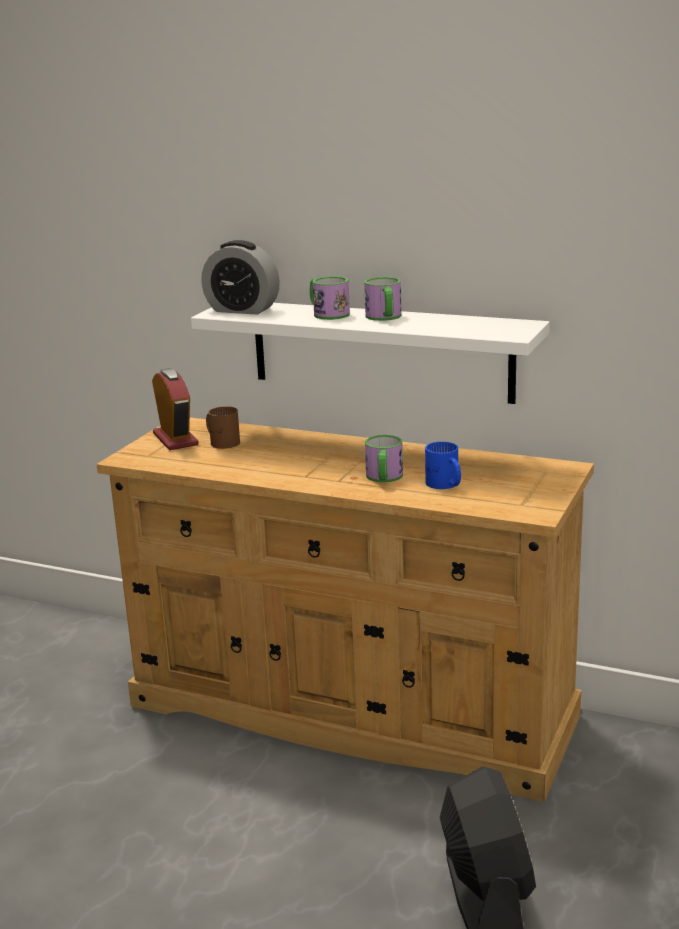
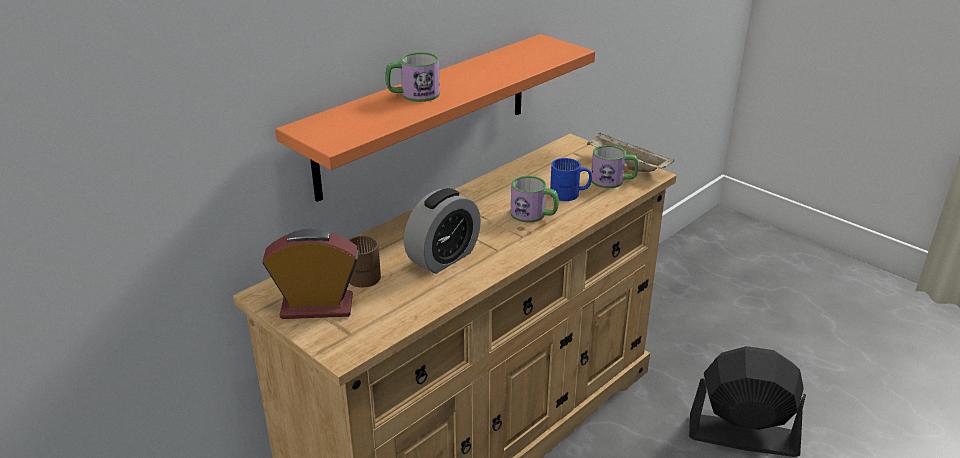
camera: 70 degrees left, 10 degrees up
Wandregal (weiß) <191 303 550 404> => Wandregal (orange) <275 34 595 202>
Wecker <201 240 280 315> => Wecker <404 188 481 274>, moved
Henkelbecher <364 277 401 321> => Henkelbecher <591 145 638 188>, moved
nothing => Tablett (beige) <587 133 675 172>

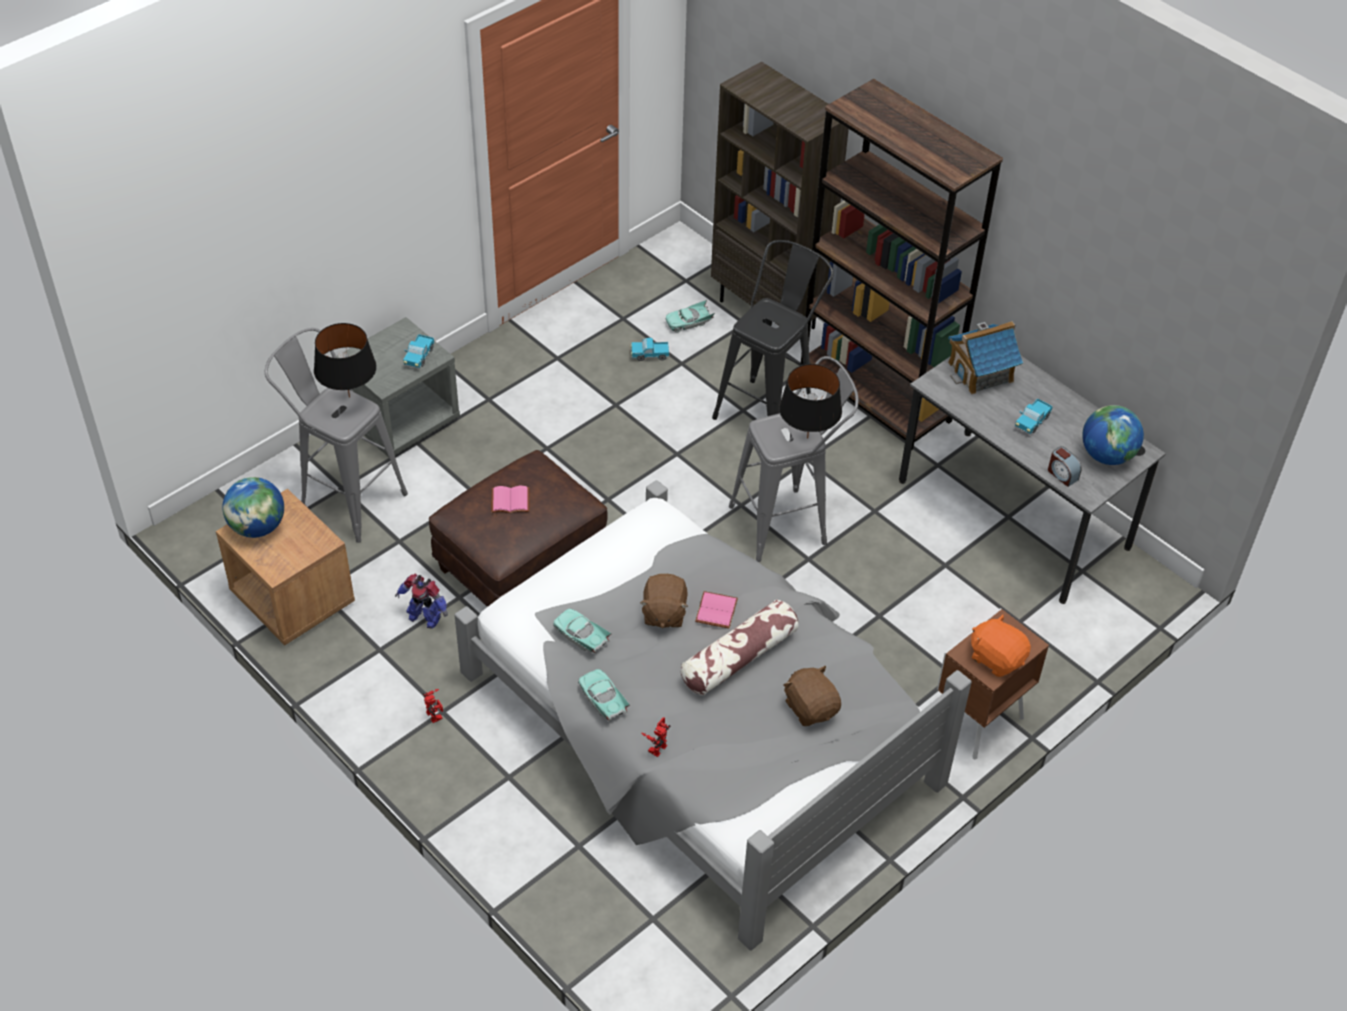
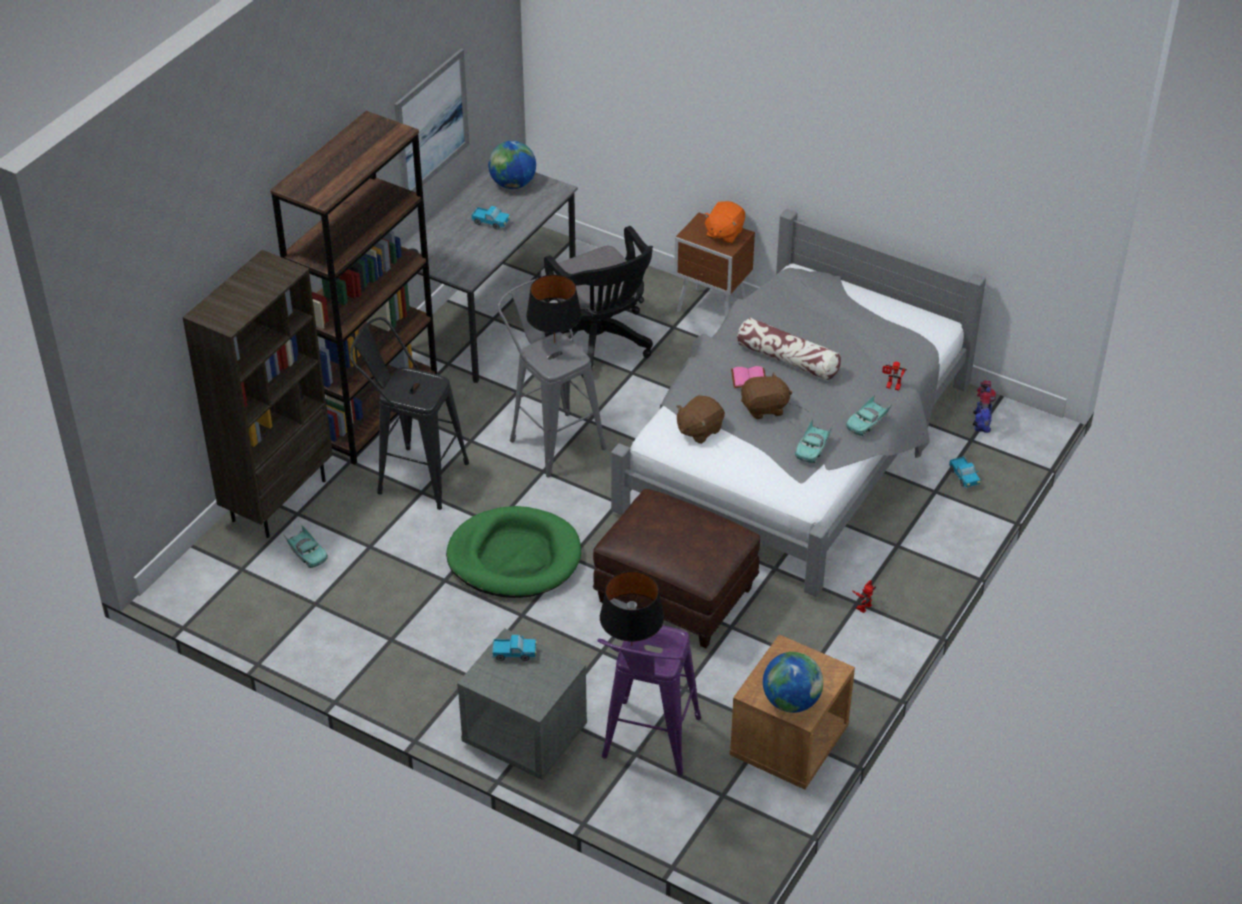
camera: 105 degrees left, 5 degrees down
Hocker (grau) <265 328 408 543> => Hocker (lila) <597 625 701 776>
Spielzeugroboter <395 574 448 629> => Spielzeugroboter <973 380 996 433>, moved
Buch (rosa) <491 486 530 513> => nothing
Spielzeuglaster <630 338 669 361> => Spielzeuglaster <949 456 980 488>, moved
Plüschtier (braun) <784 666 841 726> => Plüschtier (braun) <676 395 725 444>, moved
Spielzeughaus <948 321 1023 395> => nothing
Wecker <1048 446 1082 487> => nothing
nothing => Bild <394 48 469 192>
nothing => Hundebett (grün) <446 506 581 598>
nothing => Bürostuhl (schwarz) <538 226 653 377>

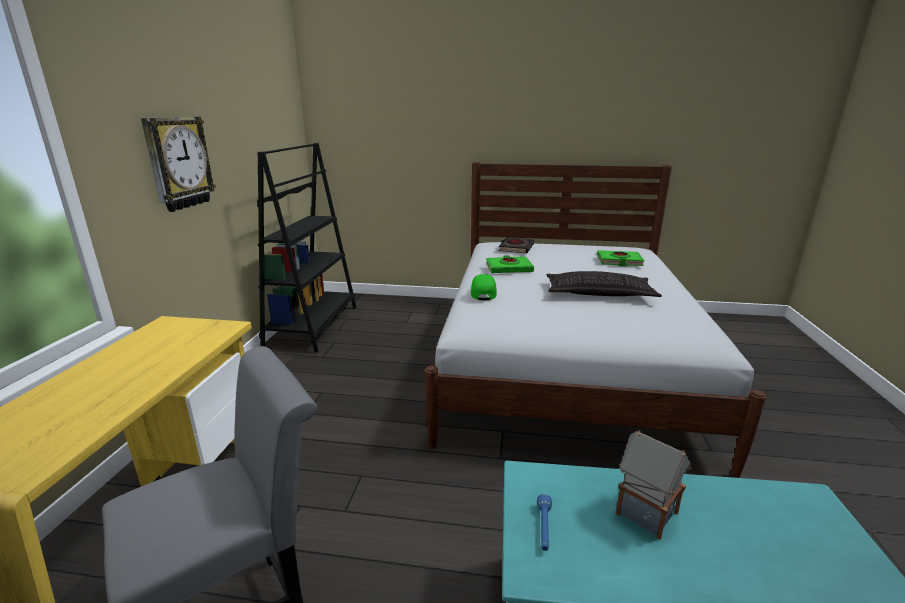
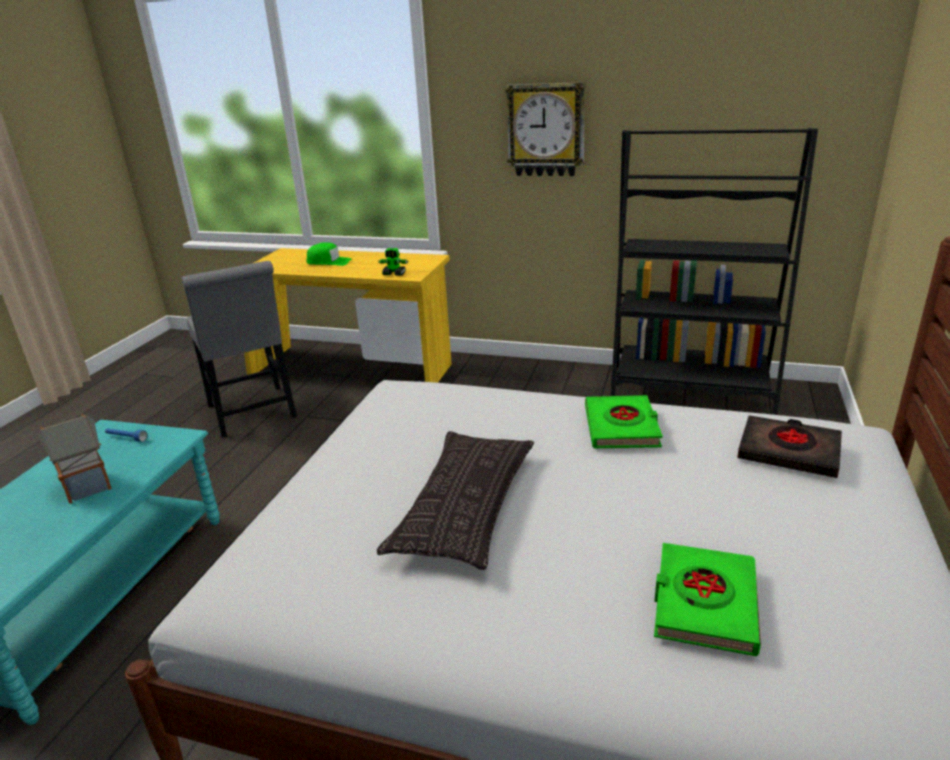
camera: 100 degrees right, 5 degrees up
Kappe (grün) <471 274 497 300> => Kappe (grün) <306 242 352 266>, moved
nothing => Spielzeugroboter <378 248 409 276>

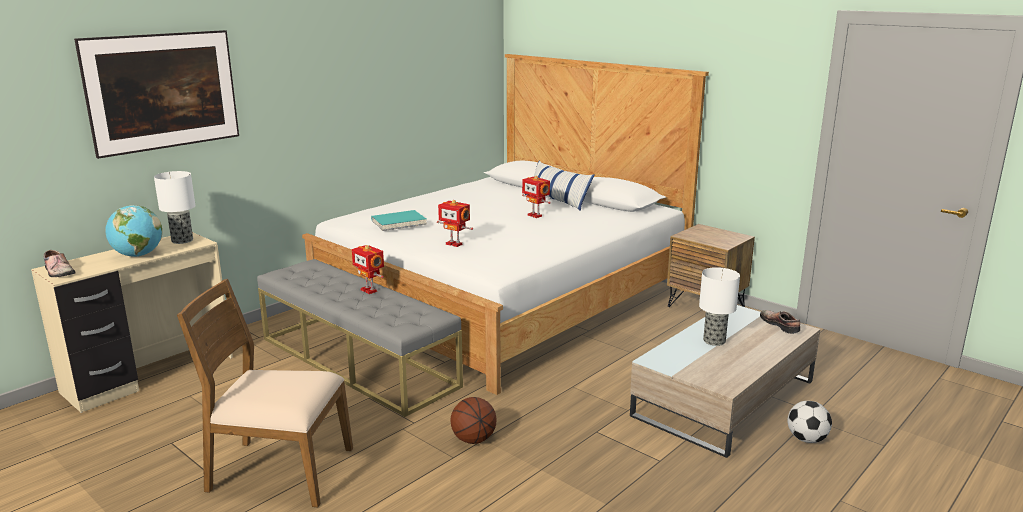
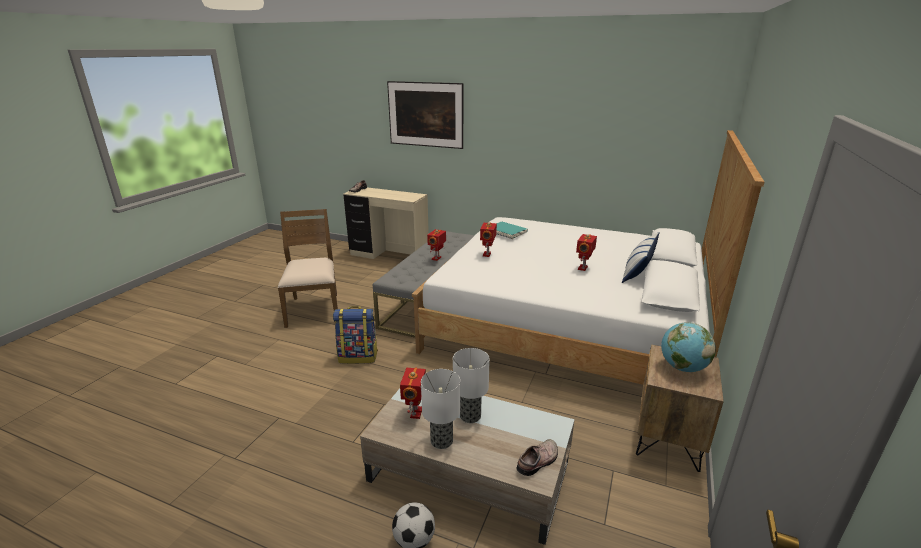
camera: 70 degrees right, 5 degrees up
Globus <105 205 162 257> => Globus <661 322 716 372>, moved
Tischlampe <154 171 196 244> => Tischlampe <421 369 460 449>, moved
Basketball <450 397 496 444> => Rucksack <333 306 378 364>
nothing => Spielzeugroboter <400 368 426 419>

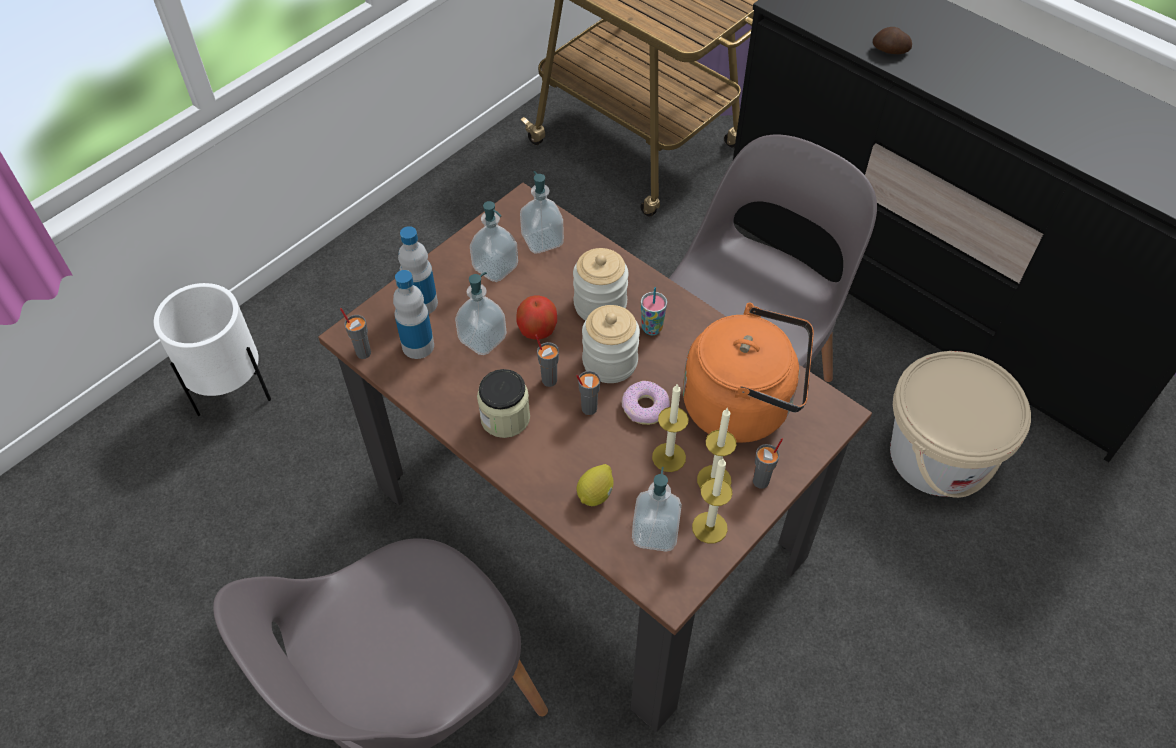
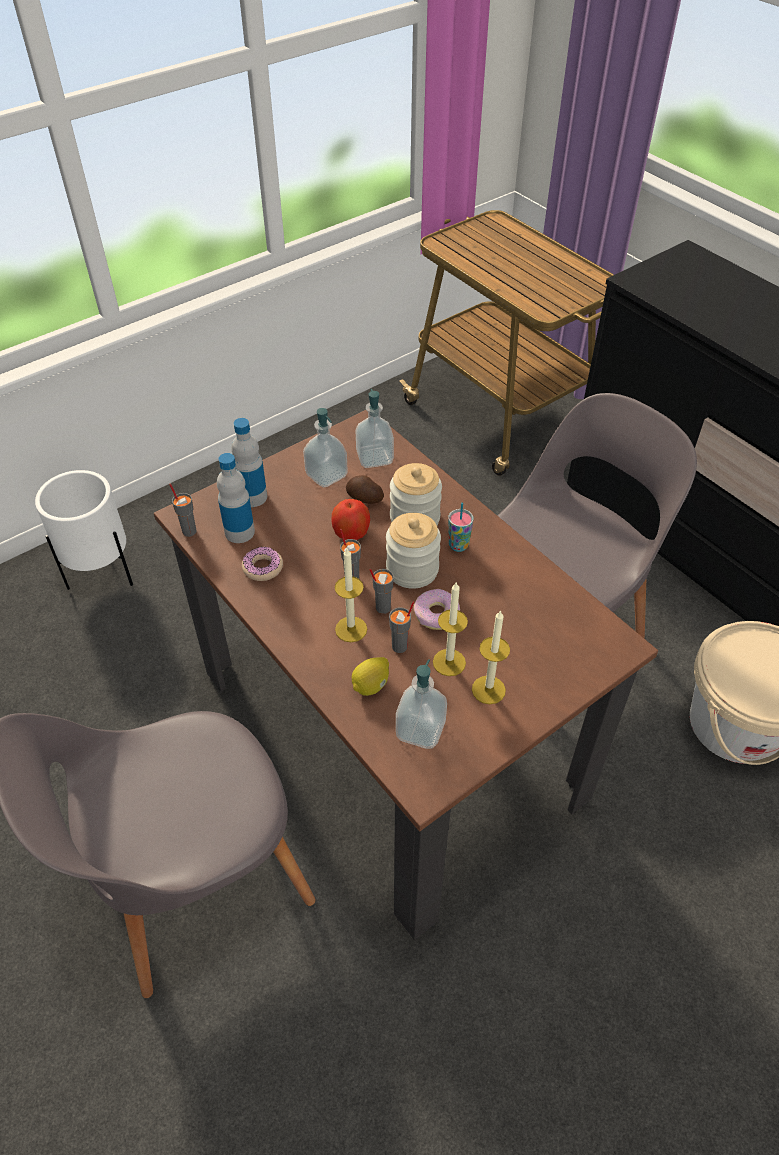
camera: 10 degrees right, 5 degrees down
Seifenspender <455 272 507 355> => nothing
Vorratsglas <477 369 530 438> => nothing
Wasserkessel (orange) <683 303 814 443> => nothing
Kerze <692 458 733 544> => Kerze <335 548 367 642>, moved
Tasse (grau) <753 438 783 489> => Tasse (grau) <389 601 414 653>, moved
Kartoffel <873 27 912 54> => Kartoffel <346 475 384 504>, moved
nothing => Donut <242 547 283 581>

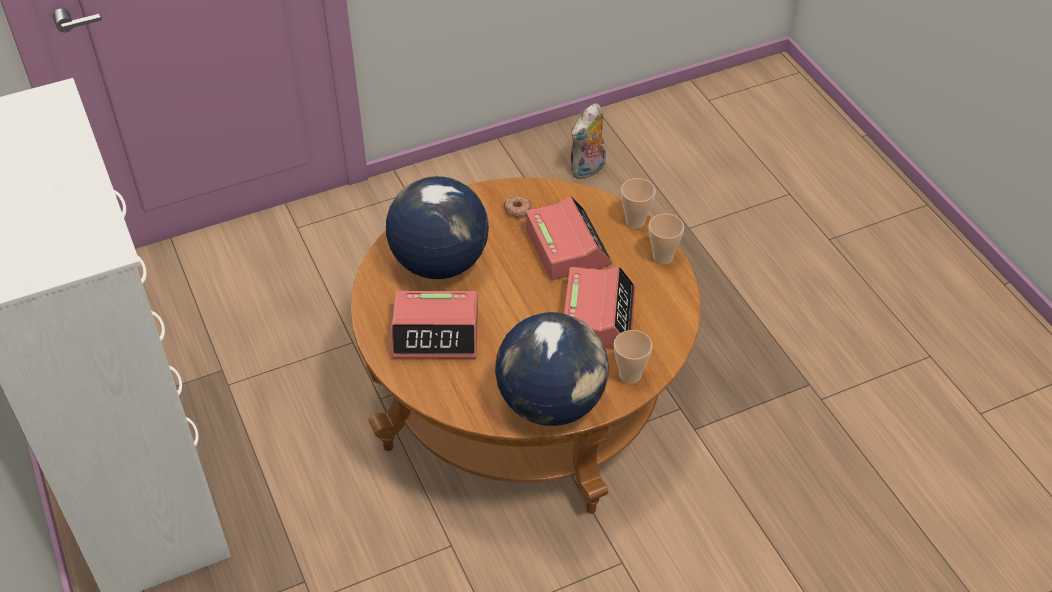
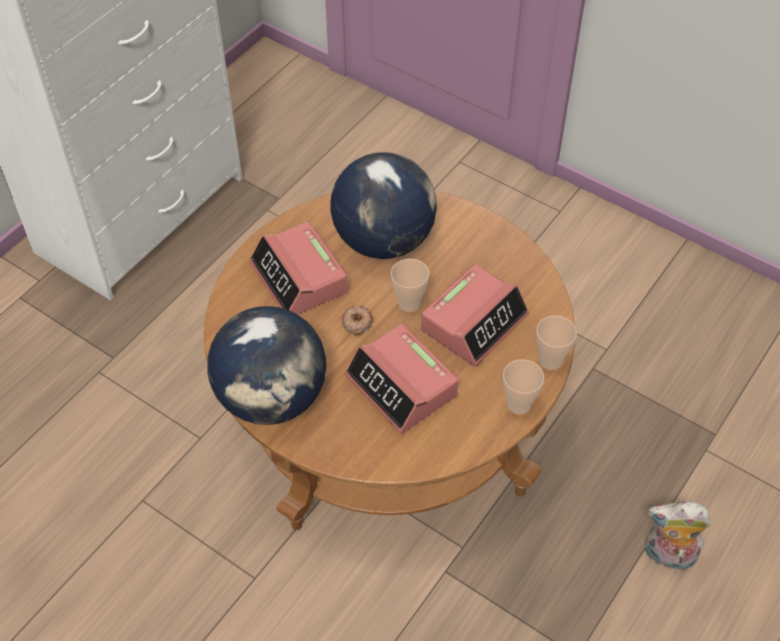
camera: 60 degrees right, 5 degrees up
Donut <503 195 532 218> => Donut <341 305 373 335>, moved
Wecker <564 266 635 349> => Wecker <345 324 458 434>, 75 degrees clockwise
Plüschtier <570 103 606 180> => Plüschtier <645 501 711 570>, moved
Tasse <614 330 653 384> => Tasse <391 259 429 312>, moved

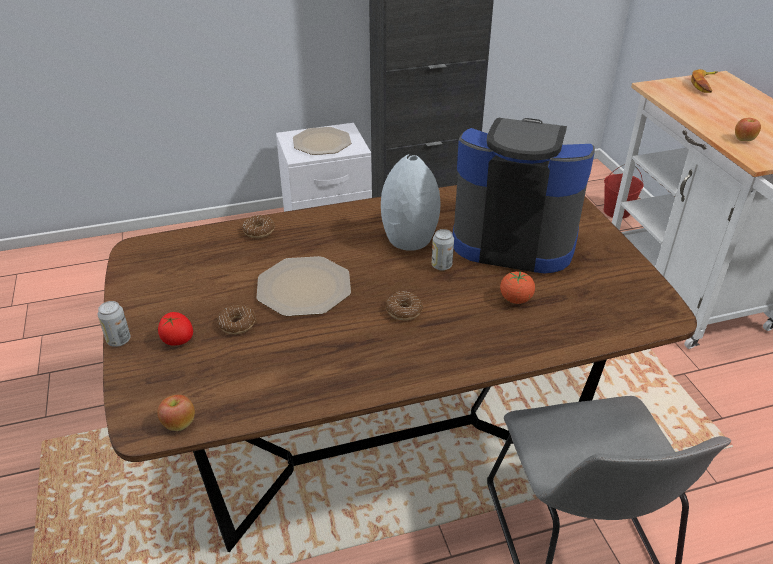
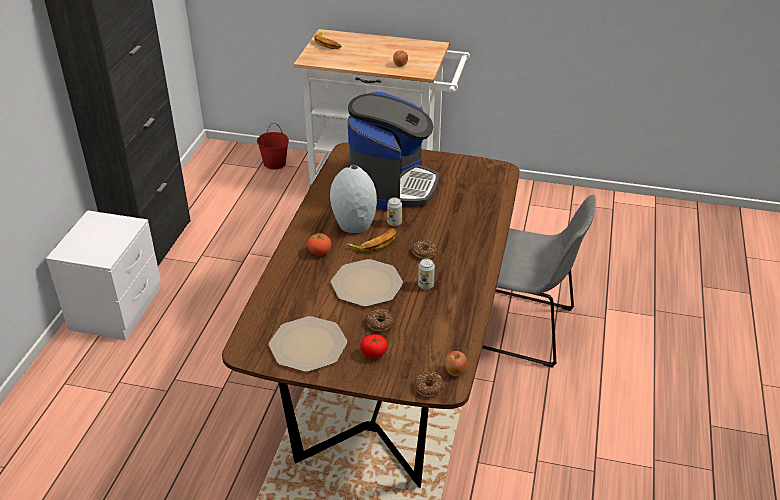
camera: 60 degrees left, 0 degrees up
Dose <97 301 131 347> => Dose <418 259 435 289>, moved
Donut <242 215 275 238> => Donut <414 372 444 397>, moved
Teller <293 127 351 155> => Teller <269 316 347 372>, moved
Kaffeemaschine <453 118 595 274> => Kaffeemaschine <348 92 439 211>, 150 degrees clockwise
Tomate <500 271 535 304> => Tomate <308 233 331 256>, moved
nothing => Banane <347 228 397 252>

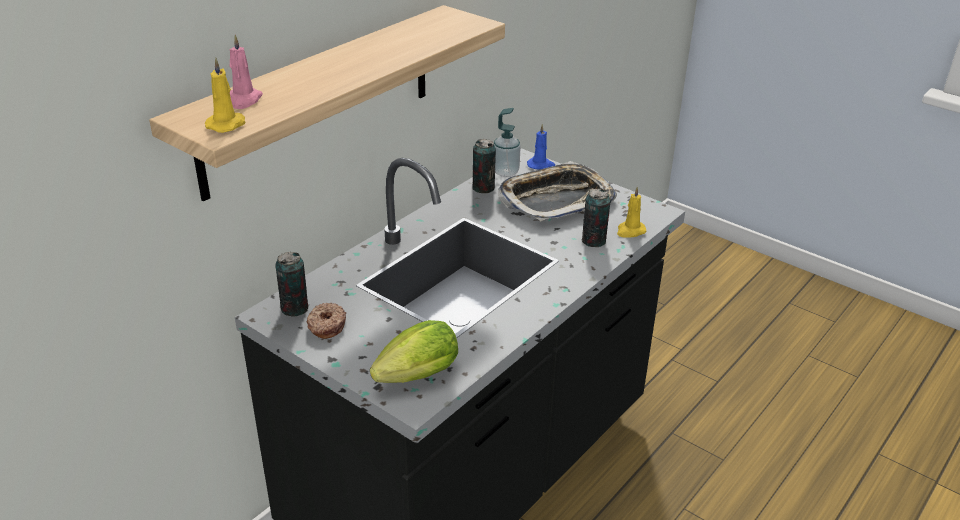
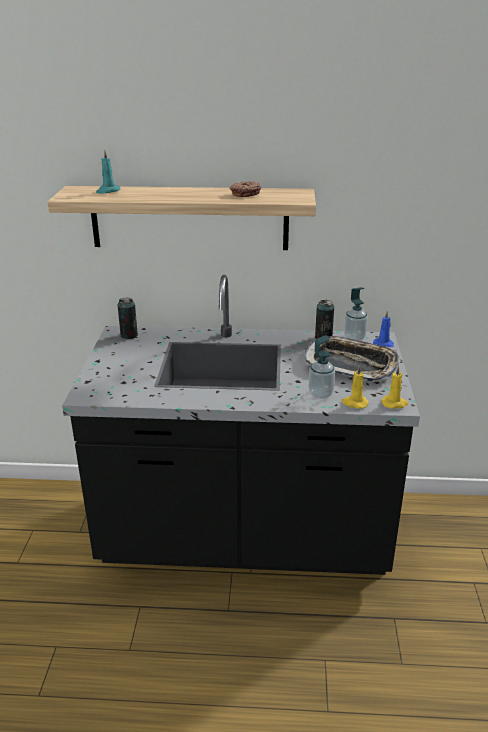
camera: 55 degrees right, 5 degrees down
Kerze (gelb) <205 58 245 133> => Kerze (gelb) <381 366 408 409>, moved
Kerze (rosa) <229 35 263 109> => Kerze (türkis) <96 150 120 194>
Donut <307 303 346 339> => Donut <230 181 261 197>, moved
Salatkopf <370 320 458 383> => nothing
Dose <582 189 611 247> => Seifenspender <309 335 335 399>

